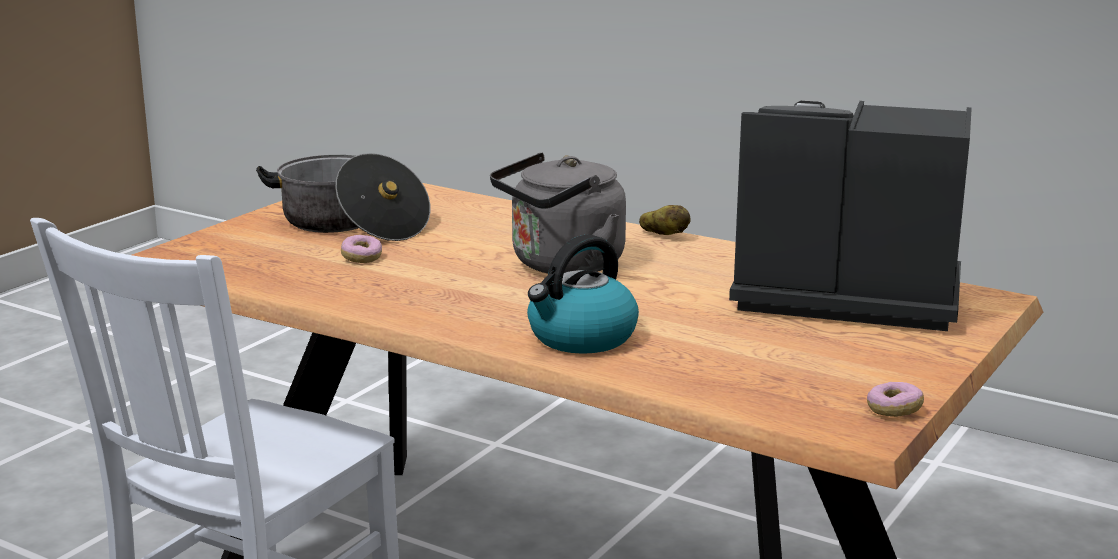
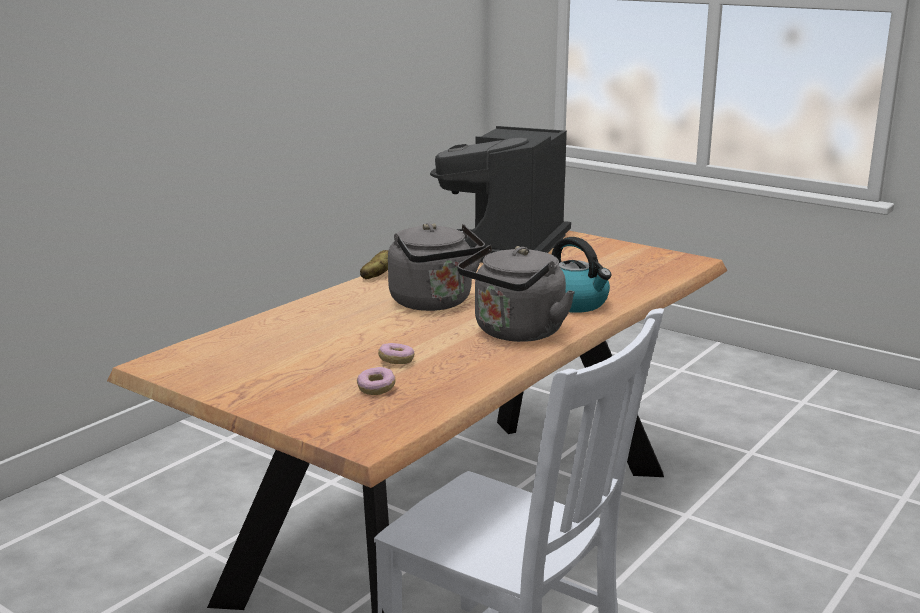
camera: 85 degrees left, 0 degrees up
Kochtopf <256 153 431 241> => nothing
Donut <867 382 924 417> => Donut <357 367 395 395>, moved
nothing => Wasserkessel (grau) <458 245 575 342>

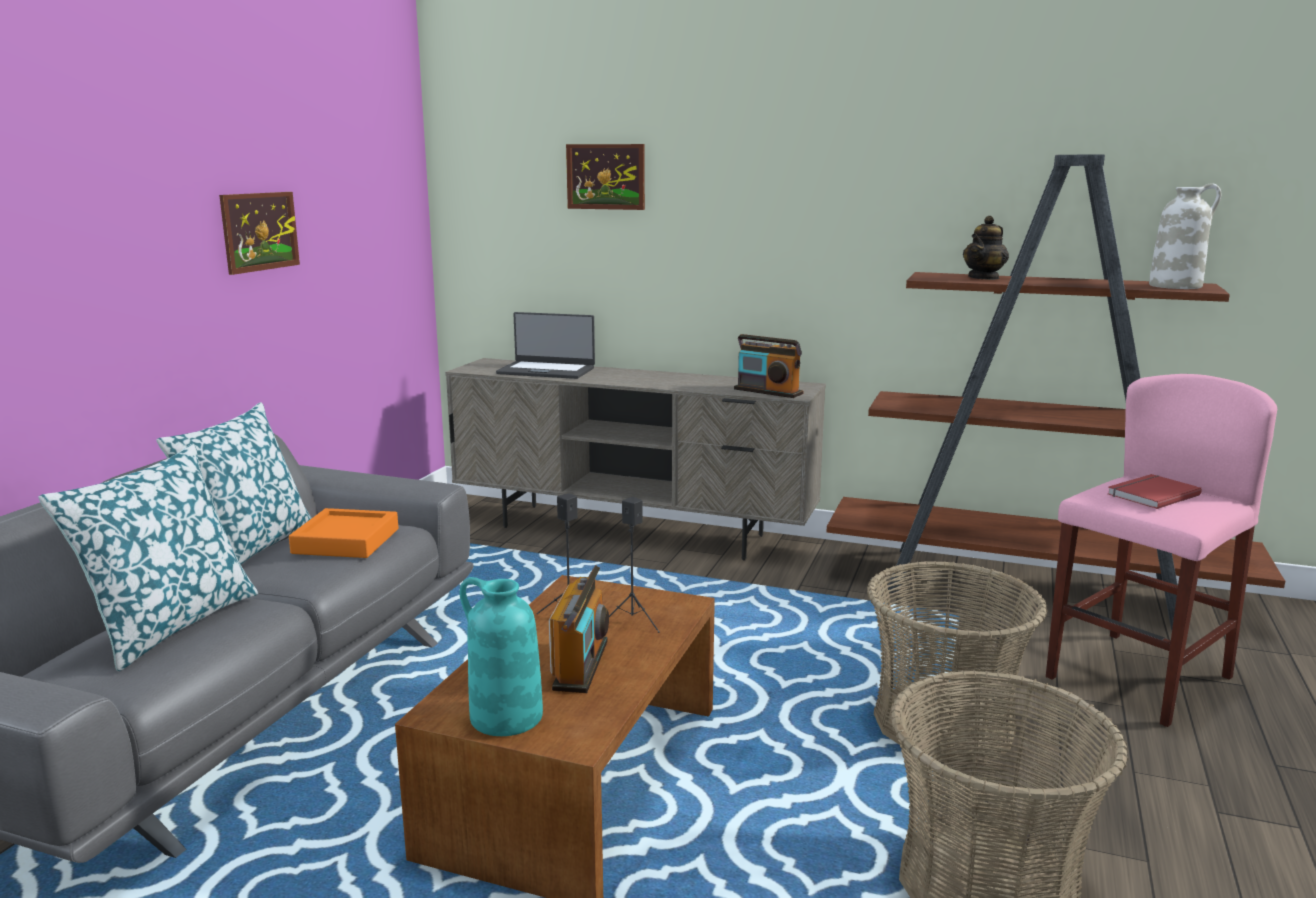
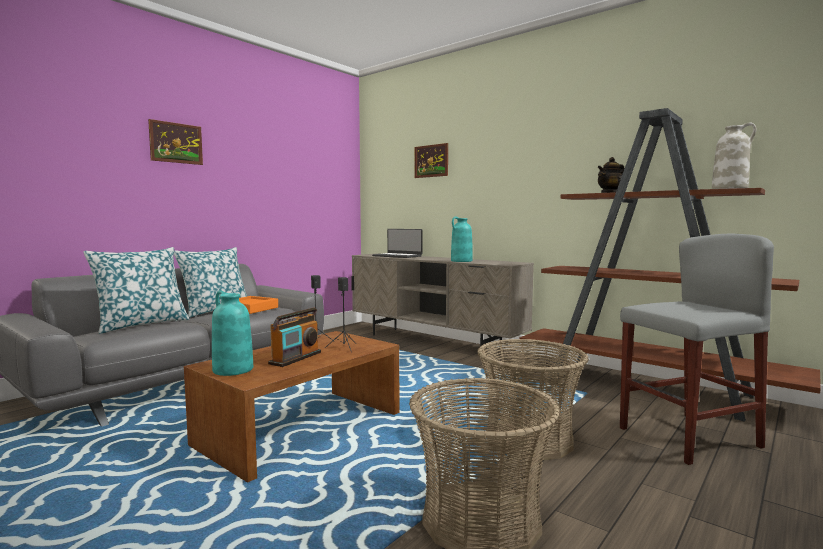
camera: 20 degrees right, 10 degrees down
Bild <219 192 300 275> => Bild <148 119 203 165>, moved
Radio <734 334 803 398> => nothing
Hocker (rosa) <1046 374 1277 727> => Hocker (grau) <620 234 774 465>
Buch (rot) <1107 474 1202 509> => nothing
nothing => Vase (türkis) <451 217 473 262>

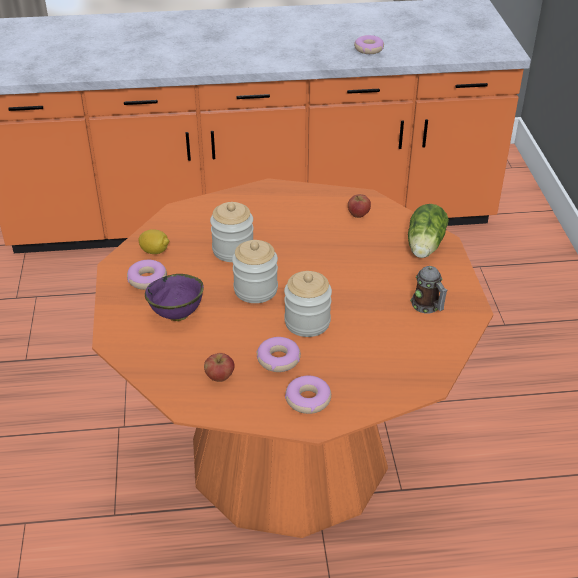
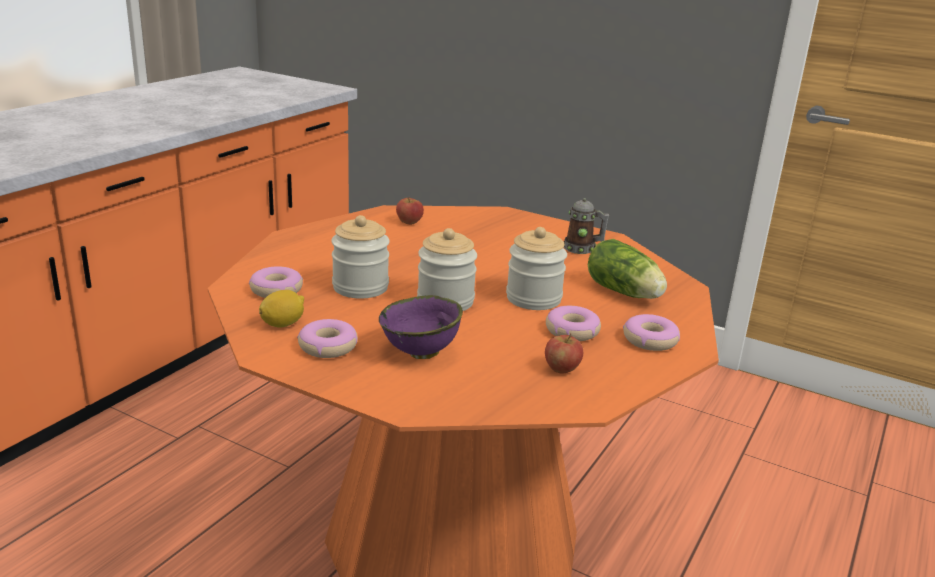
camera: 55 degrees left, 15 degrees down
Donut <354 35 384 54> => Donut <249 266 303 298>, moved
Salatkopf <408 204 449 258> => Salatkopf <588 239 667 299>, moved

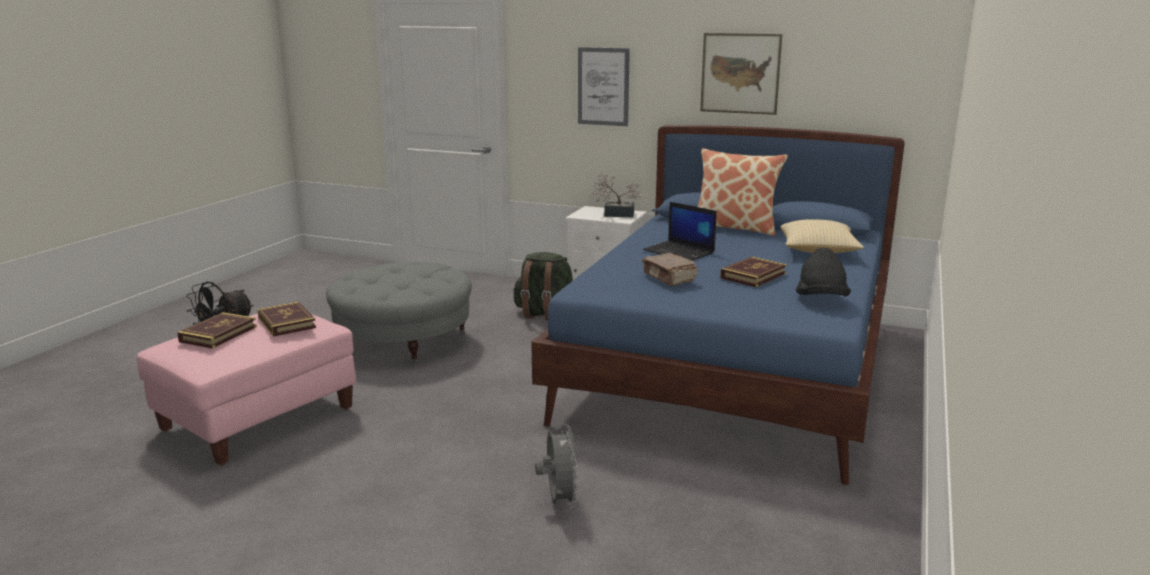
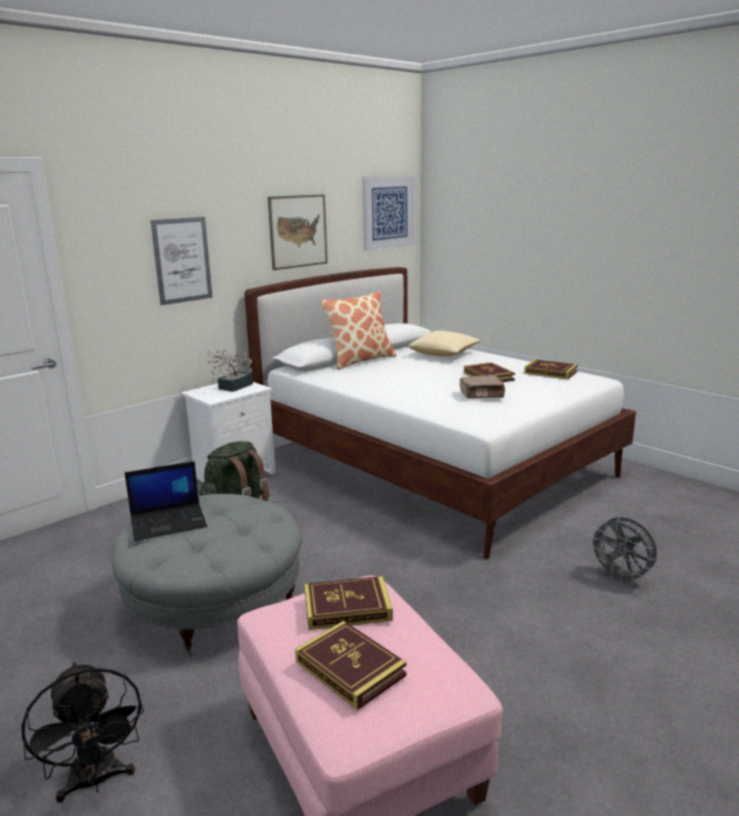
camera: 65 degrees left, 0 degrees up
Bett (blau) <531 125 905 485> => Bett (weiß) <244 267 636 559>
Ventilator (grau) <535 424 579 508> => Ventilator (grau) <588 517 657 584>, 150 degrees counterclockwise
Laptop <643 202 717 260> => Laptop <124 461 207 541>, moved
Hut (schwarz) <795 248 851 297> => Buch <524 359 578 379>
nothing => Bild <363 176 414 251>

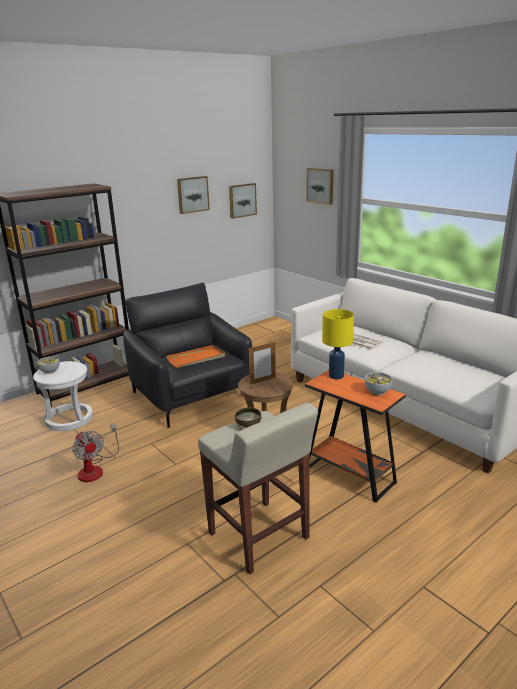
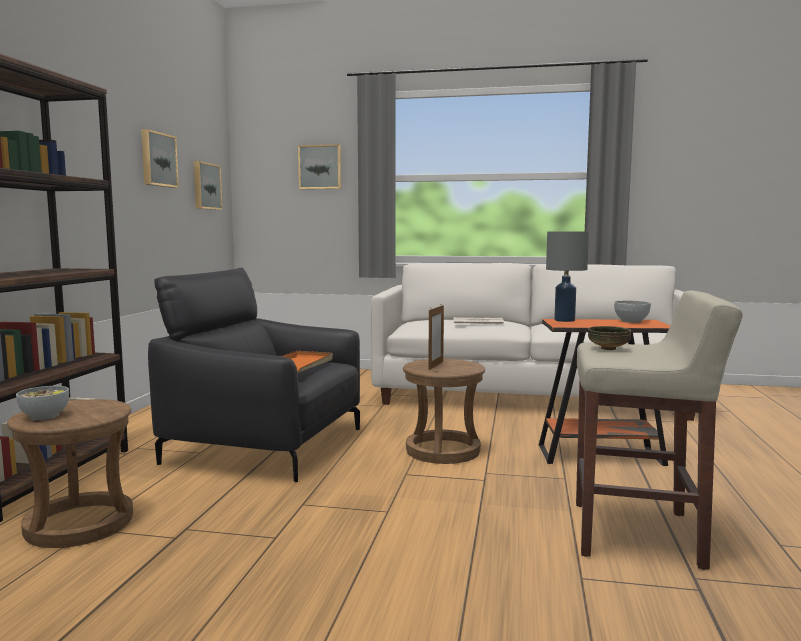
camera: 40 degrees left, 15 degrees down
Hocker (weiß) <33 361 93 431> => Hocker (braun) <7 399 133 548>
Ventilator <72 423 119 482> => nothing
Tischlampe (gelb) <322 309 354 379> => Tischlampe (grau) <546 231 589 322>

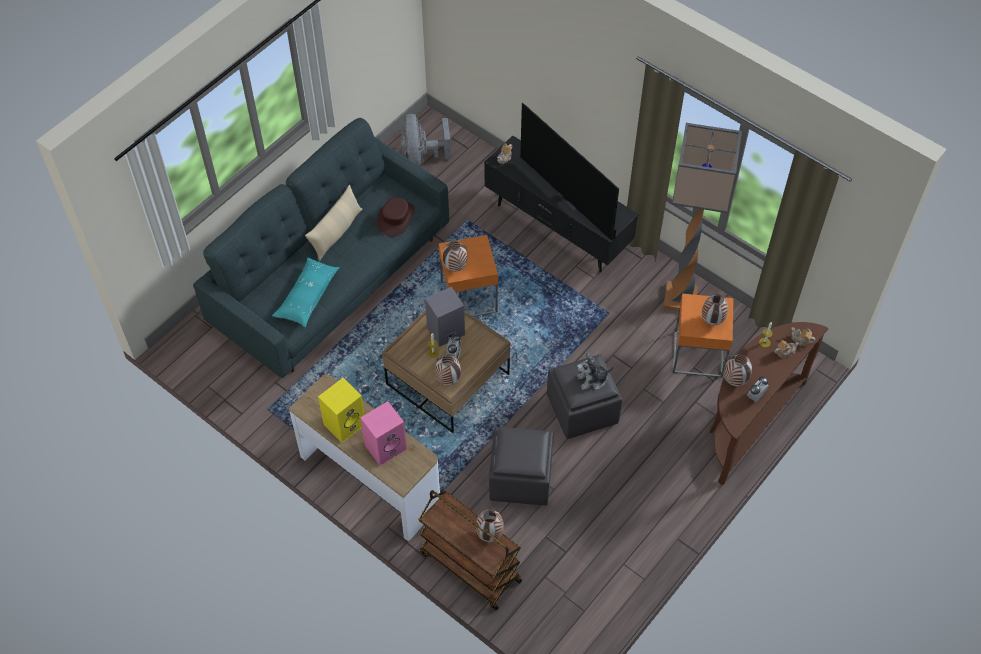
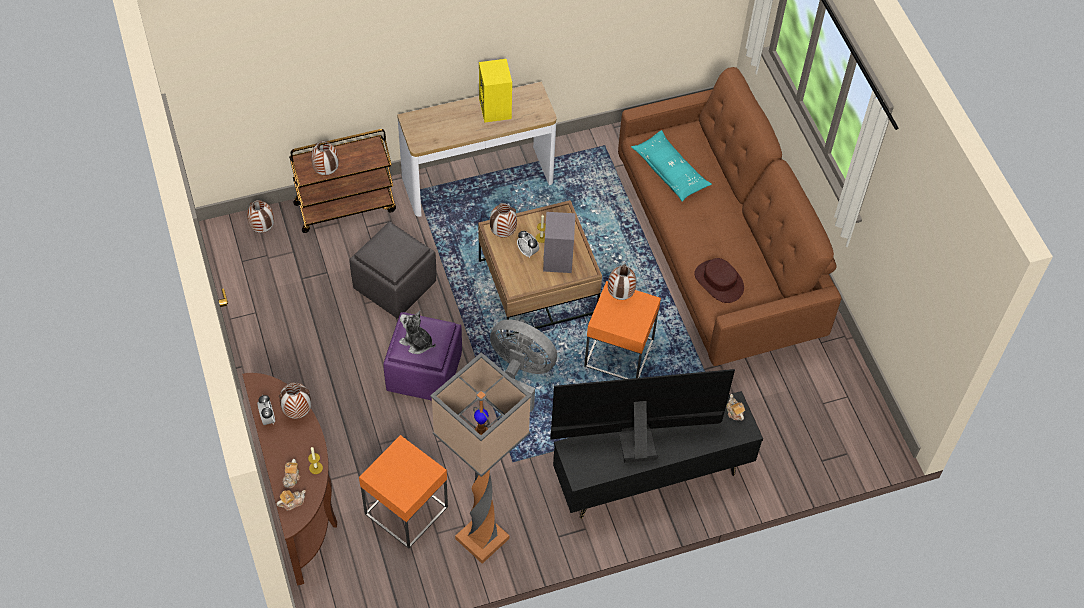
camera: 120 degrees right, 0 degrees up
Sofa (grau) <193 118 449 378> => Sofa (braun) <618 67 842 366>
Kissen (beige) <305 185 363 261> => nothing
Lautsprecher (rosa) <360 401 407 466> => nothing
Ventilator (grau) <401 114 451 166> => Ventilator (grau) <490 320 557 412>, moved
Polsterhocker (grau) <547 354 622 439> => Polsterhocker (lila) <383 312 462 401>
Plüschtier <577 352 613 390> => Plüschtier <399 310 436 354>, 75 degrees counterclockwise
Vase <702 294 728 325> => Vase <247 200 274 233>, moved

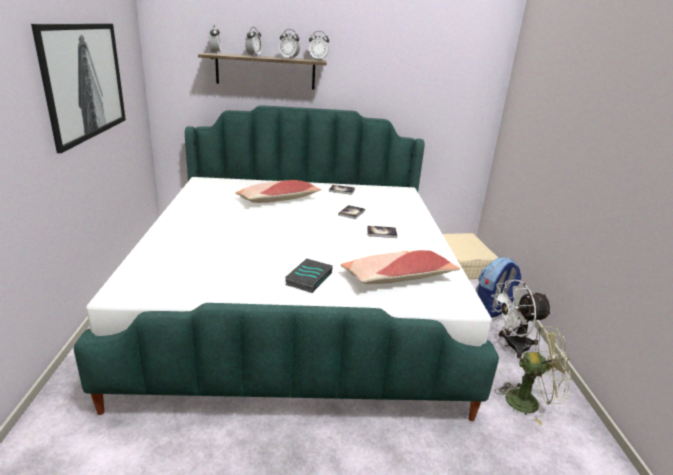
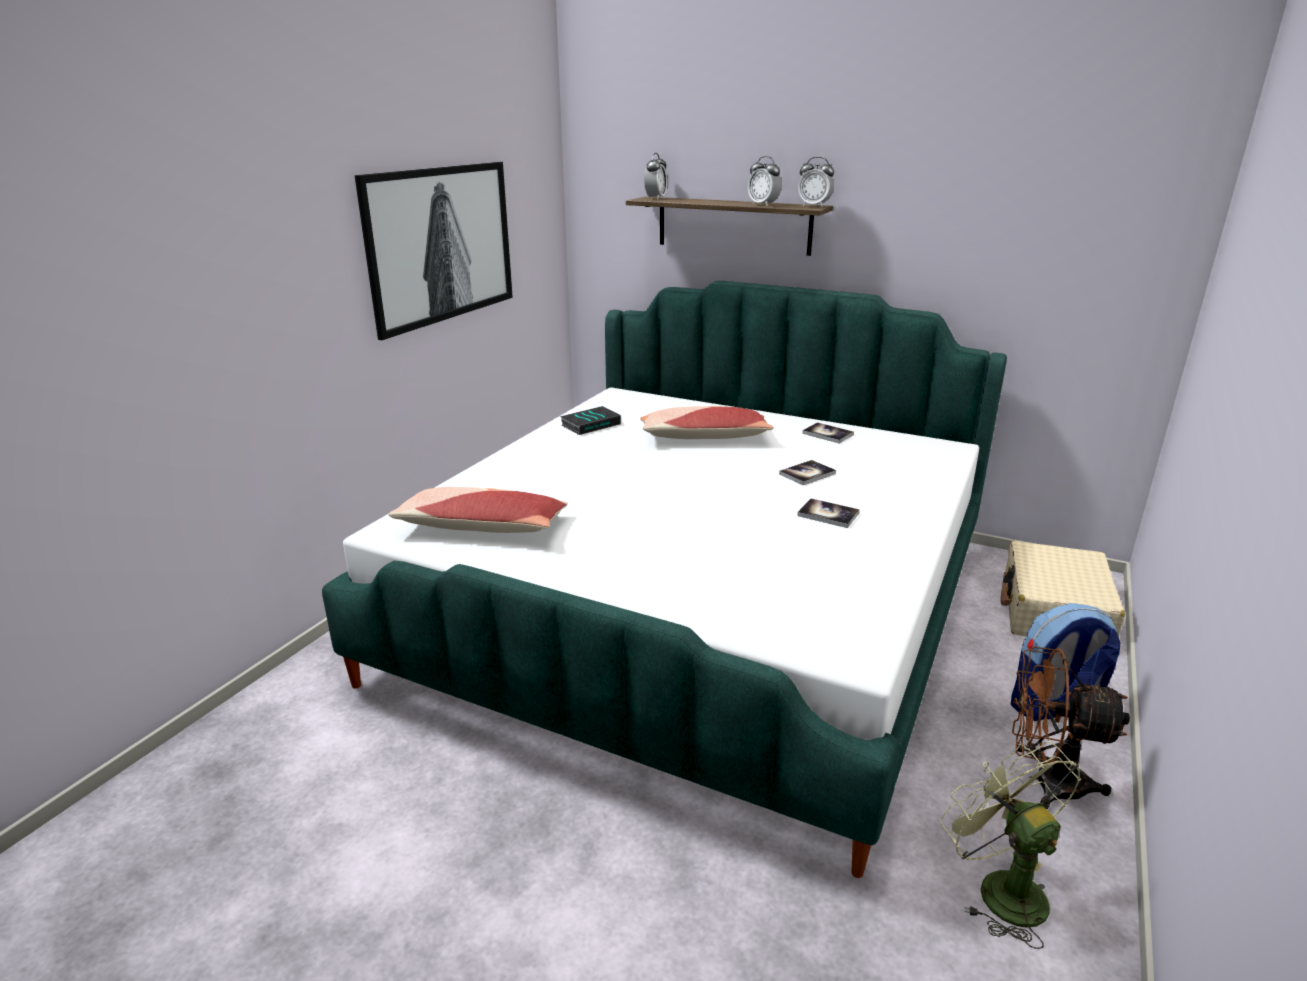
camera: 30 degrees right, 0 degrees up
Wecker <245 27 262 56> => nothing
Buch <285 258 333 293> => Buch <560 406 621 435>, moved
Kissen <340 250 460 284> => Kissen <389 487 568 533>, moved
Ventilator (weiß) <491 279 552 359> => Ventilator (braun) <1012 647 1130 809>
Ventilator (grün) <495 326 571 425> => Ventilator (grün) <940 741 1081 949>, 150 degrees counterclockwise

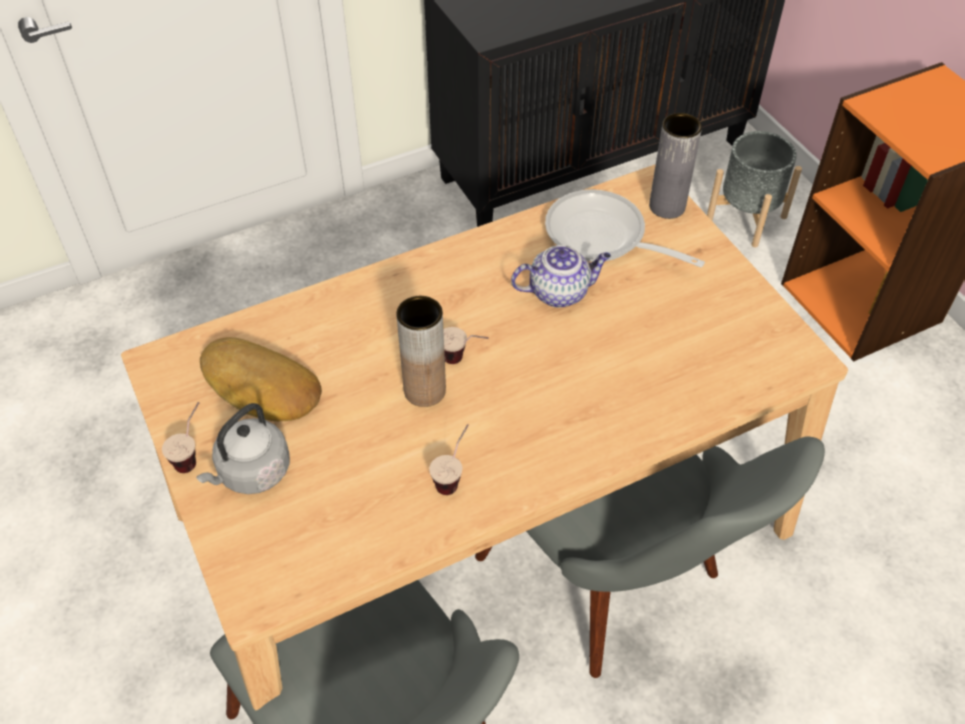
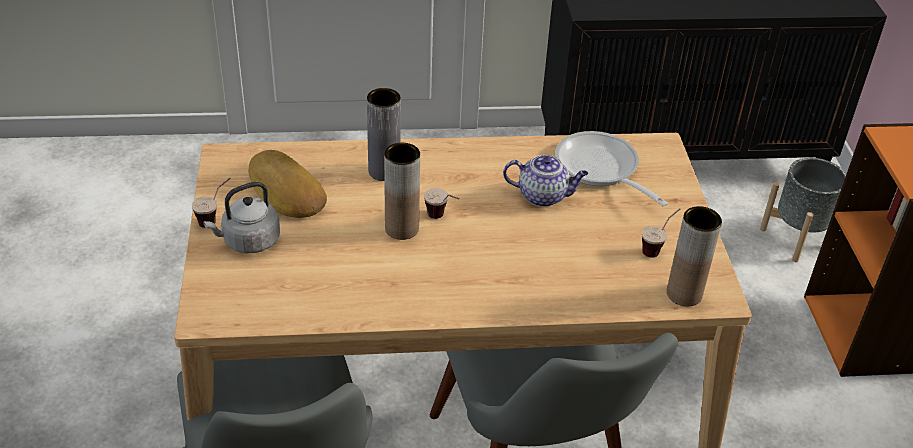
camera: 20 degrees right, 10 degrees down
Tasse <429 424 469 495> => Tasse <642 208 680 258>, moved
Vase (grau) <649 113 702 219> => Vase (grau) <367 88 401 181>, moved
nothing => Vase (braun) <667 206 722 306>

